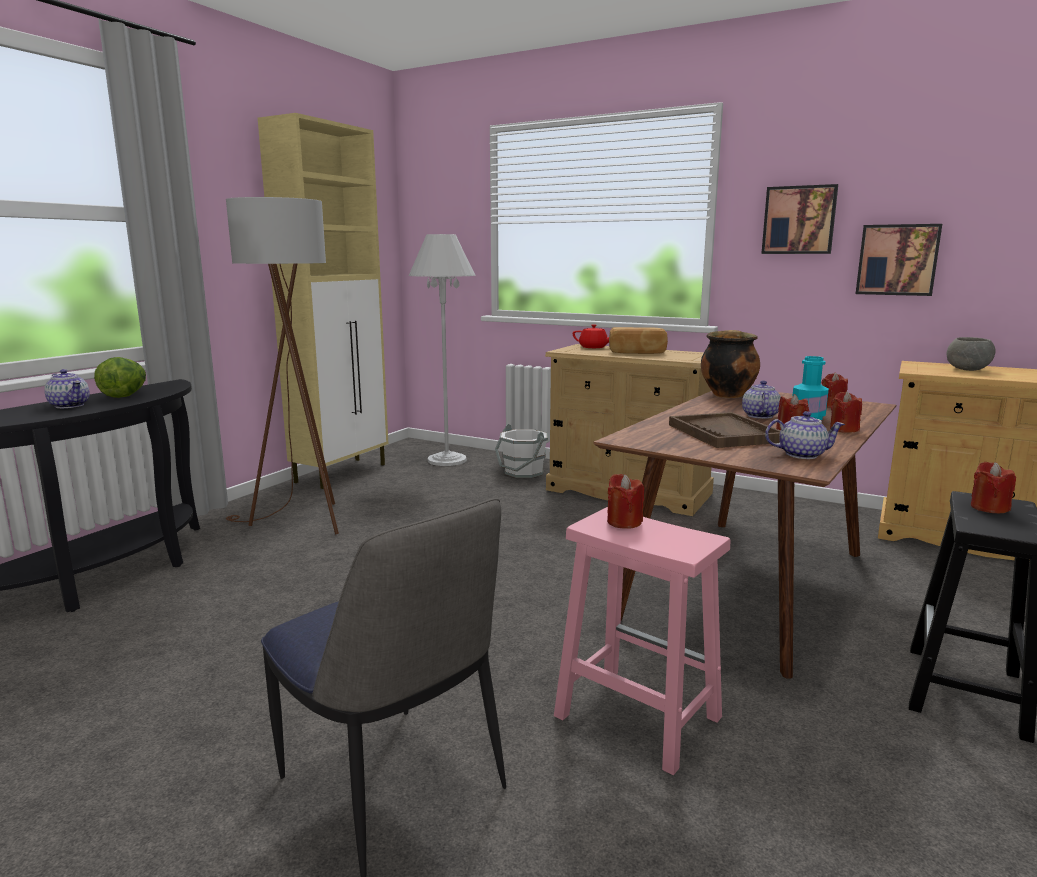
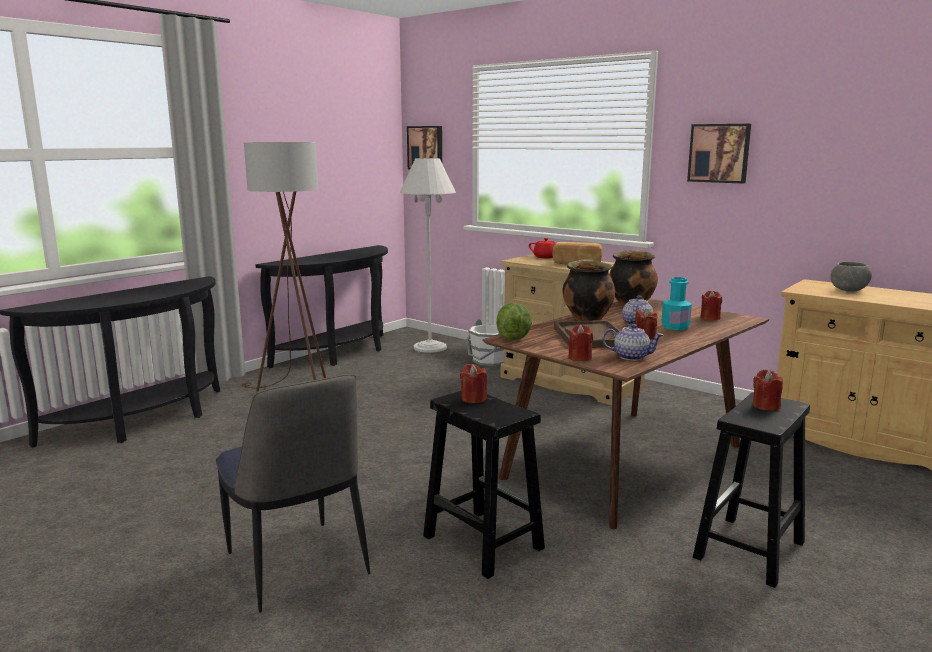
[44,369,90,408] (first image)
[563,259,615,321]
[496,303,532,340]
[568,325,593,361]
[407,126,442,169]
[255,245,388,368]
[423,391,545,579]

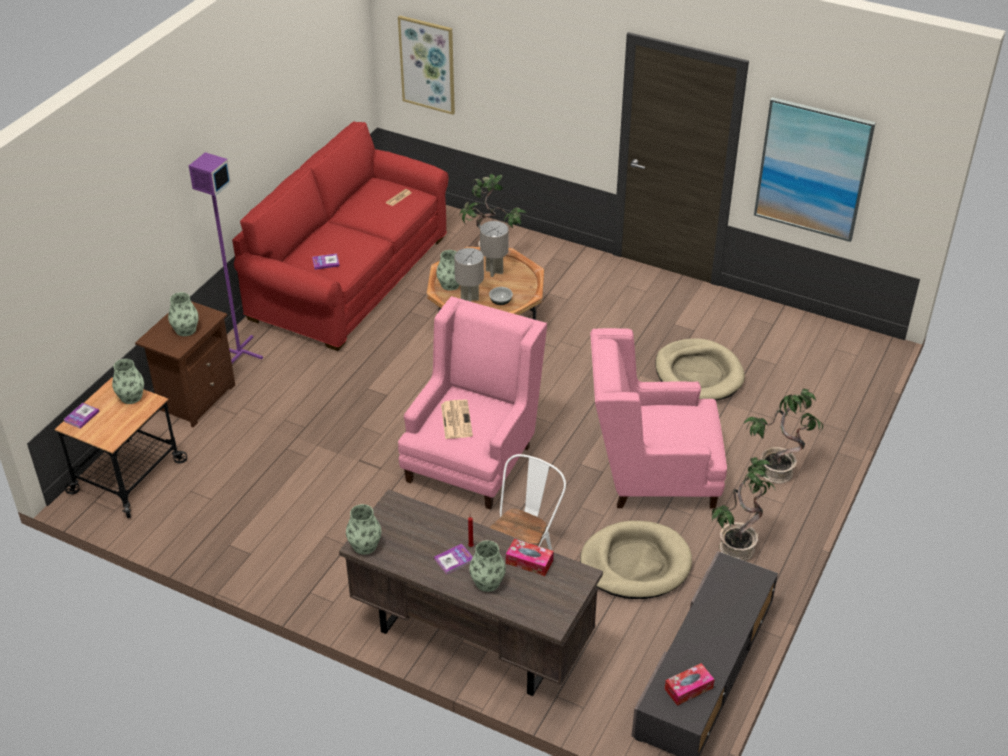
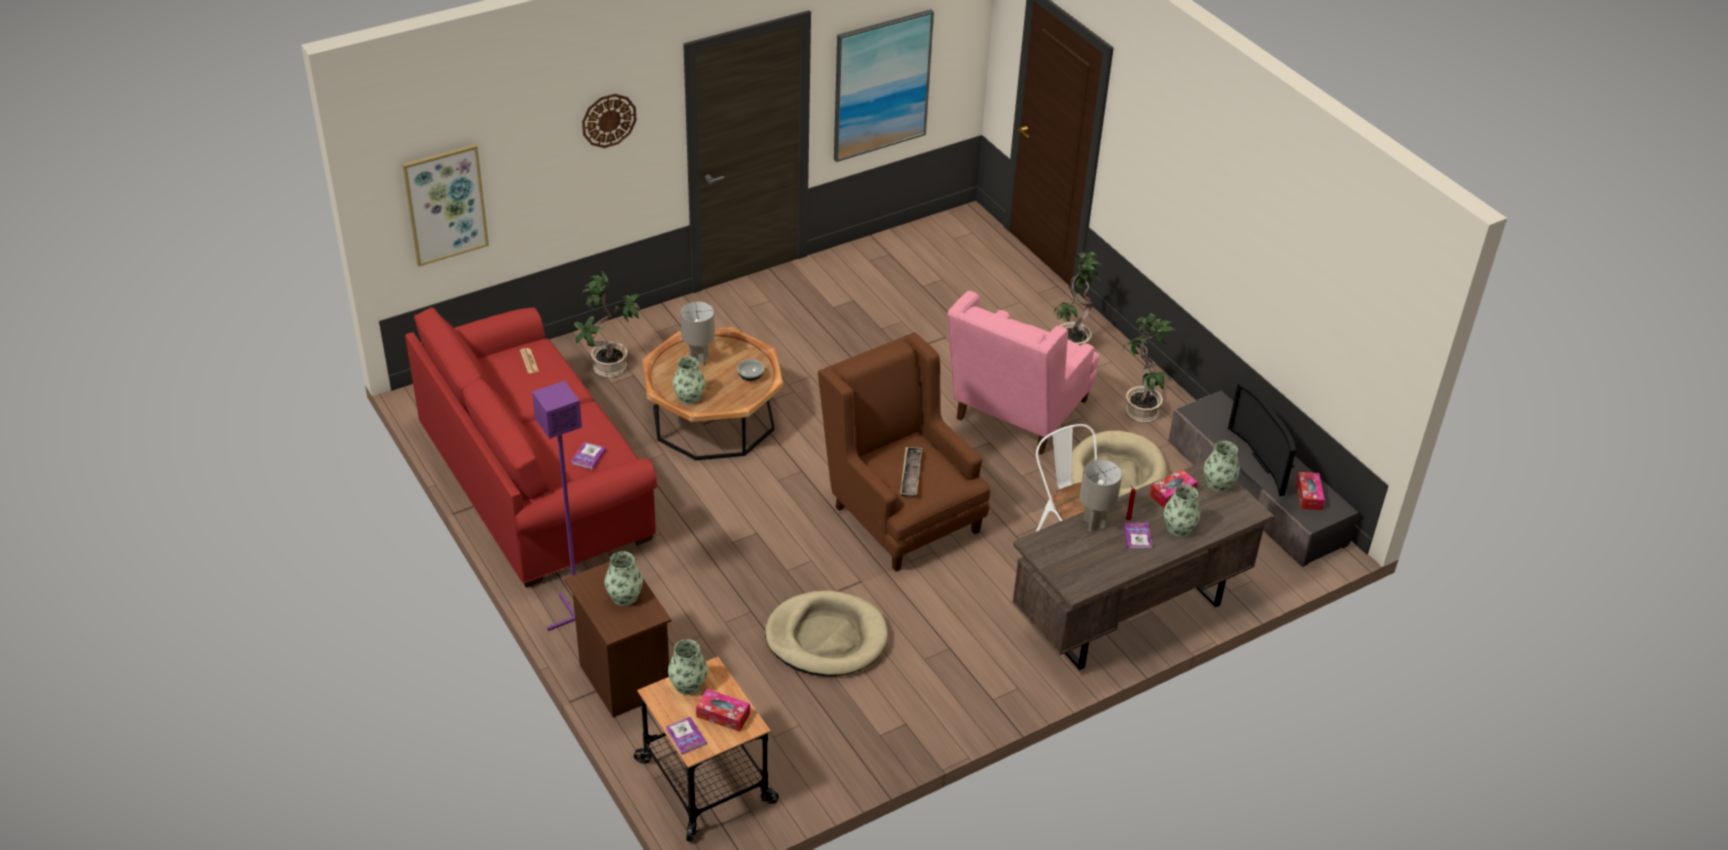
[582,94,637,148]
[696,689,750,732]
[1228,383,1296,496]
[1204,441,1240,492]
[1080,459,1122,531]
[765,590,888,676]
[900,447,922,497]
[818,332,991,572]

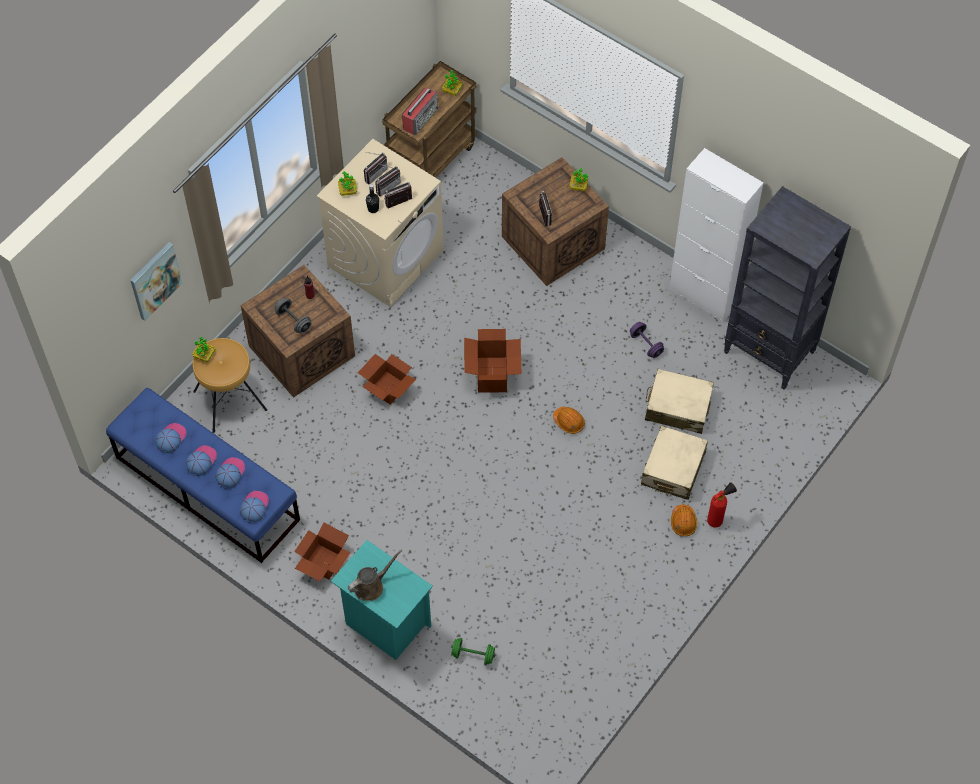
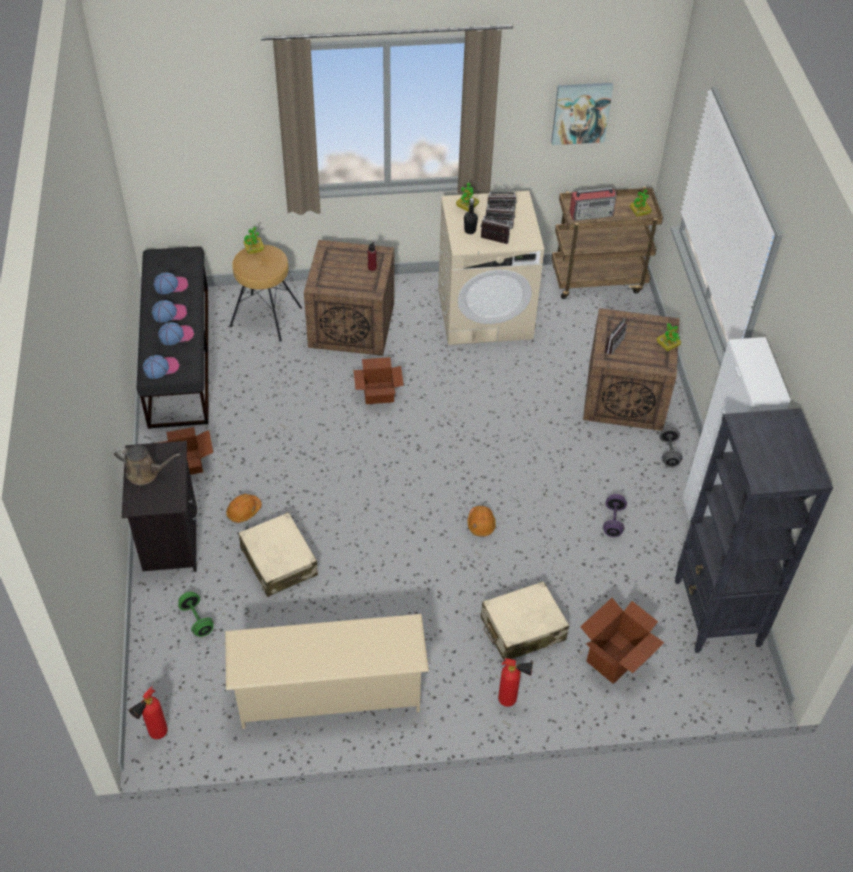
[129,687,168,739]
[225,614,429,729]
[551,83,614,145]
[659,426,683,467]
[580,598,664,684]
[238,512,318,597]
[226,494,262,523]
[137,246,209,429]
[122,441,197,572]

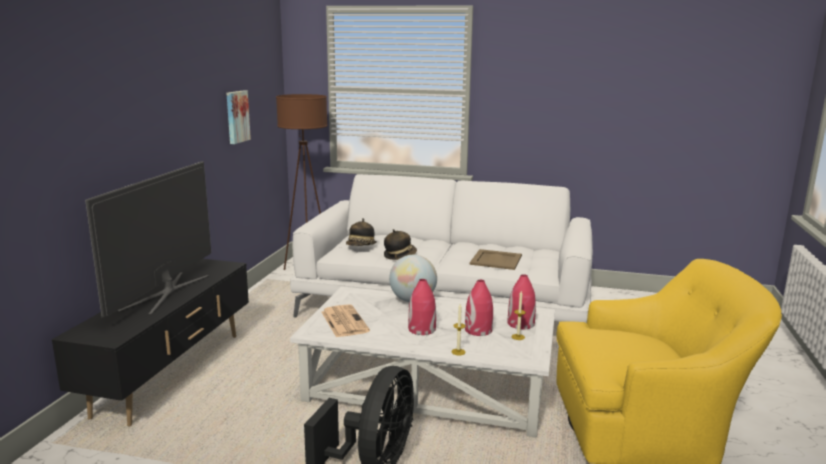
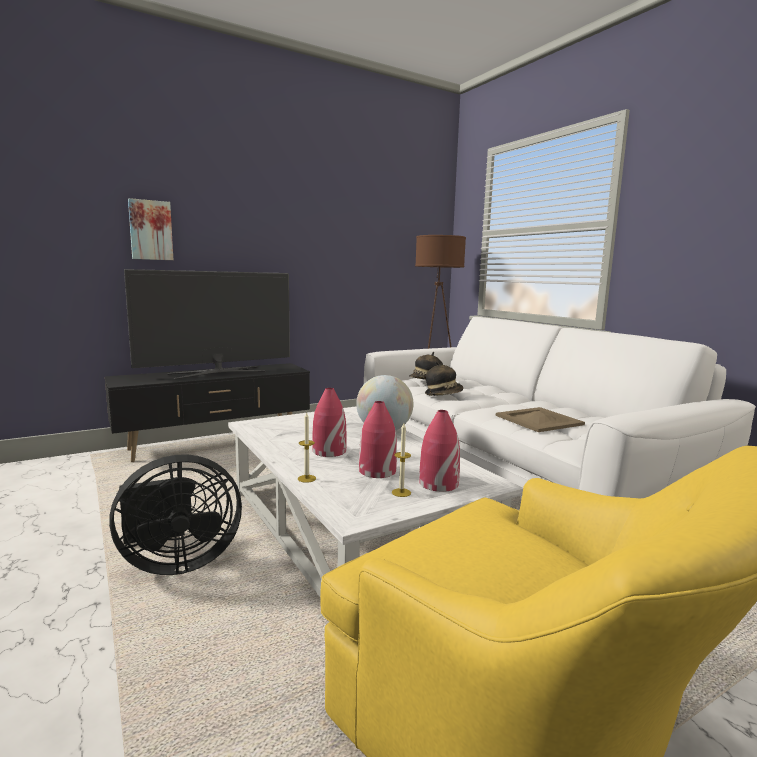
[322,304,370,337] (first image)
[128,198,173,260]

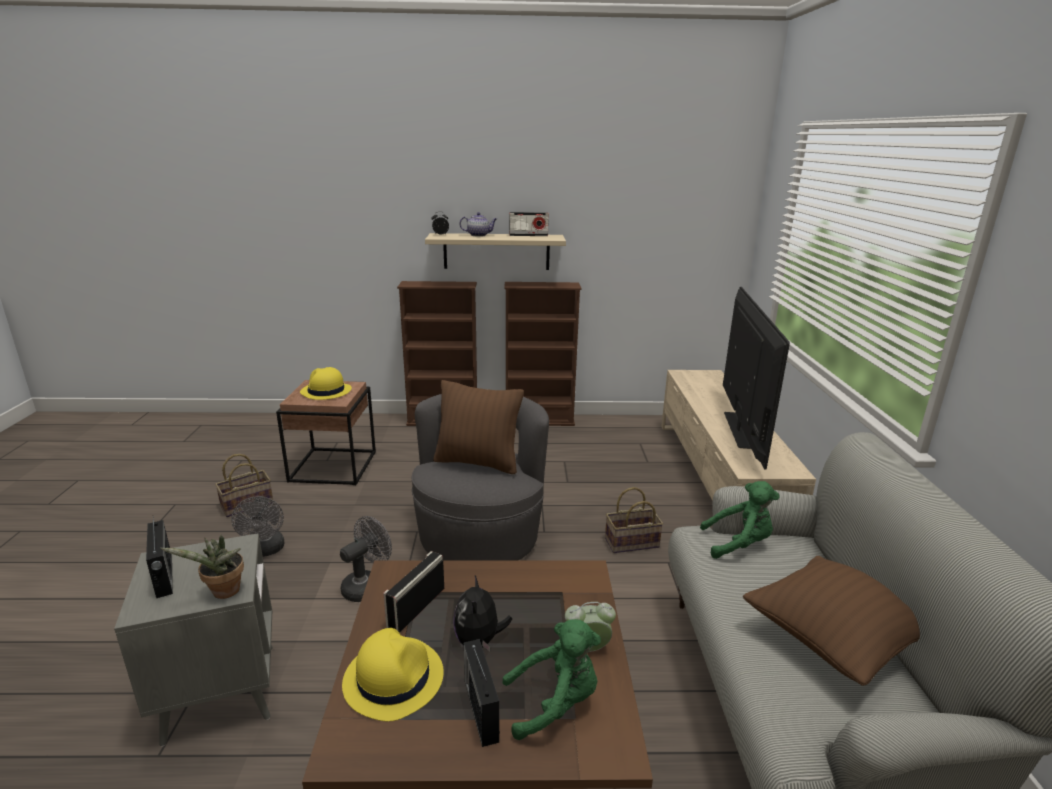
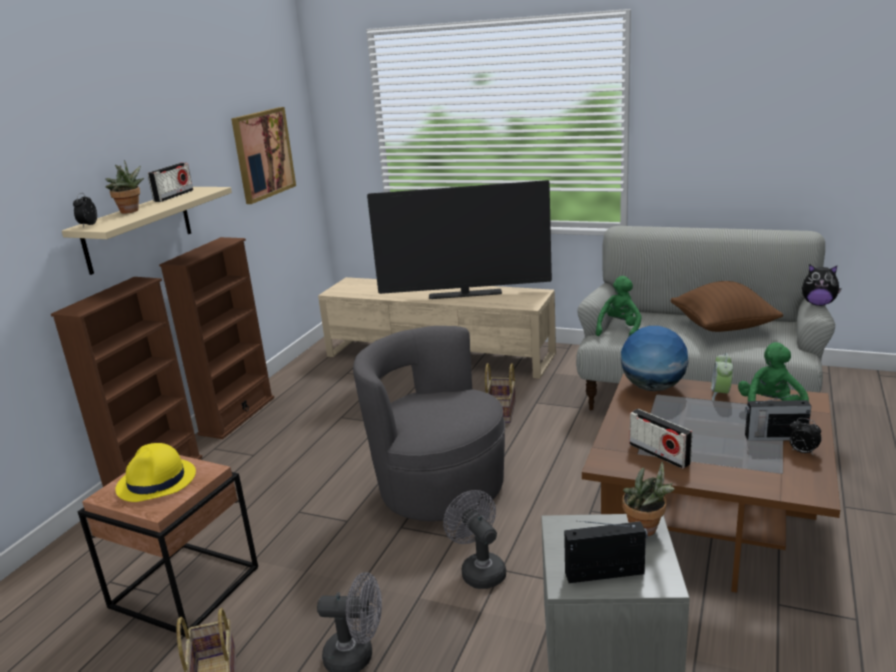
[342,628,444,721] (first image)
[433,380,524,474] (first image)
[231,107,296,204]
[621,326,689,391]
[790,418,822,456]
[802,264,842,306]
[105,160,144,214]
[367,180,552,299]

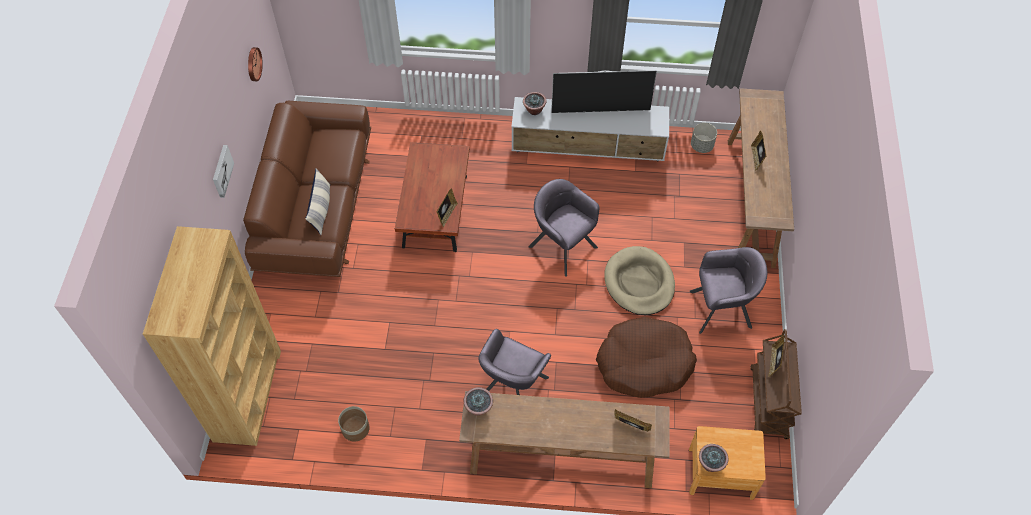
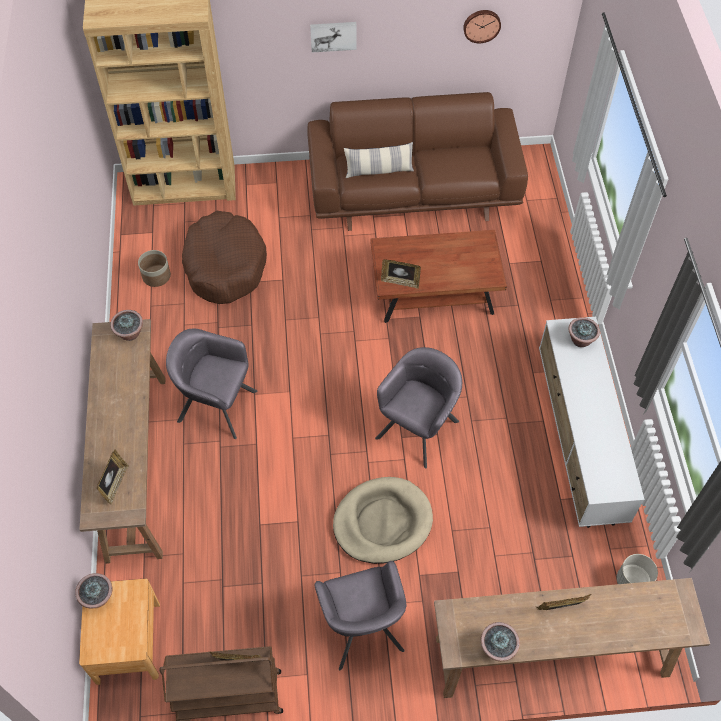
[551,70,657,113] (first image)
[481,622,520,661]
[182,211,267,304]

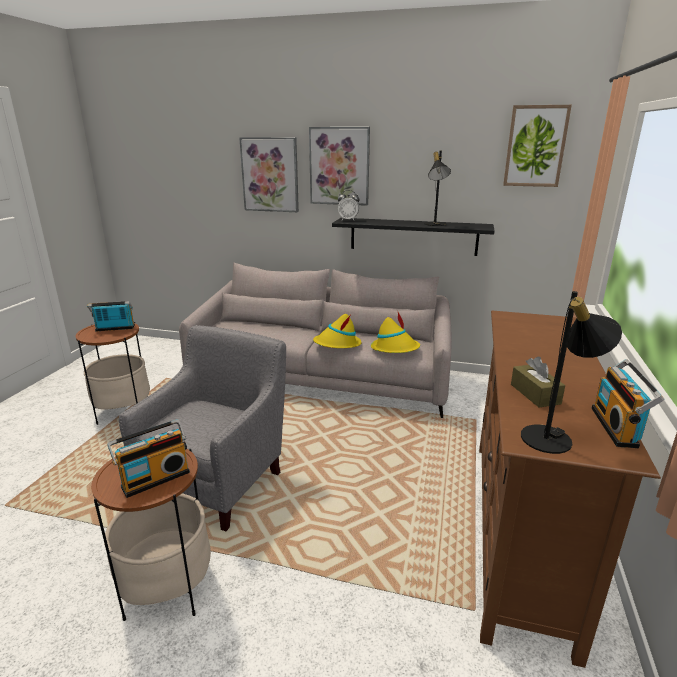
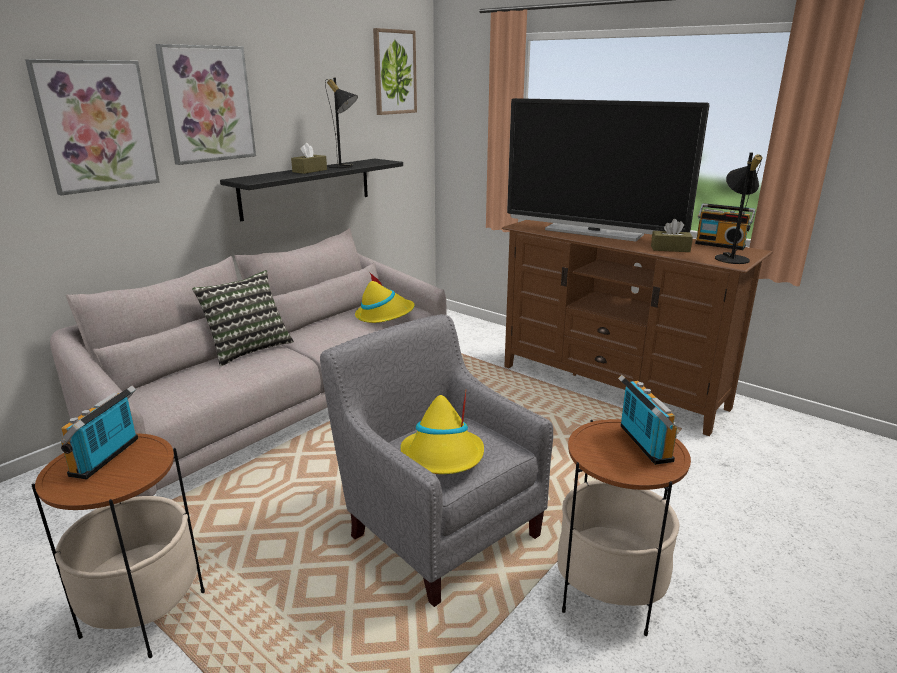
[338,190,360,220] (first image)
[192,270,294,366]
[291,143,327,174]
[507,98,710,241]
[400,391,484,474]

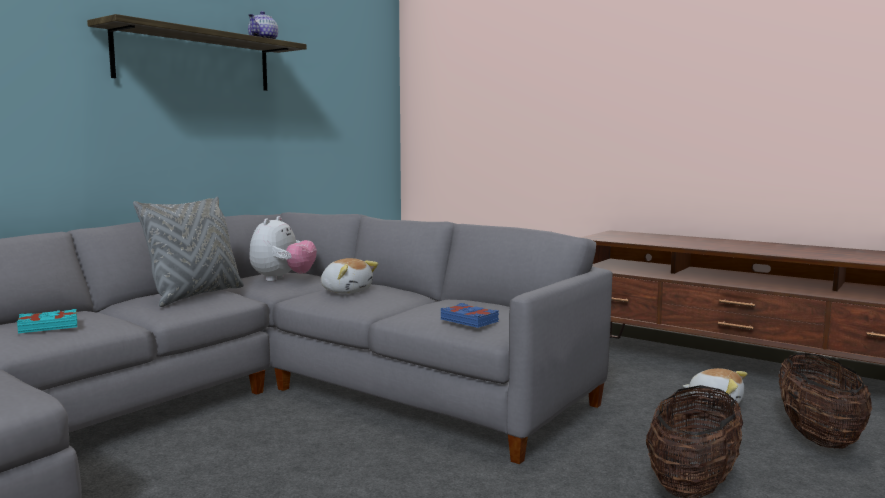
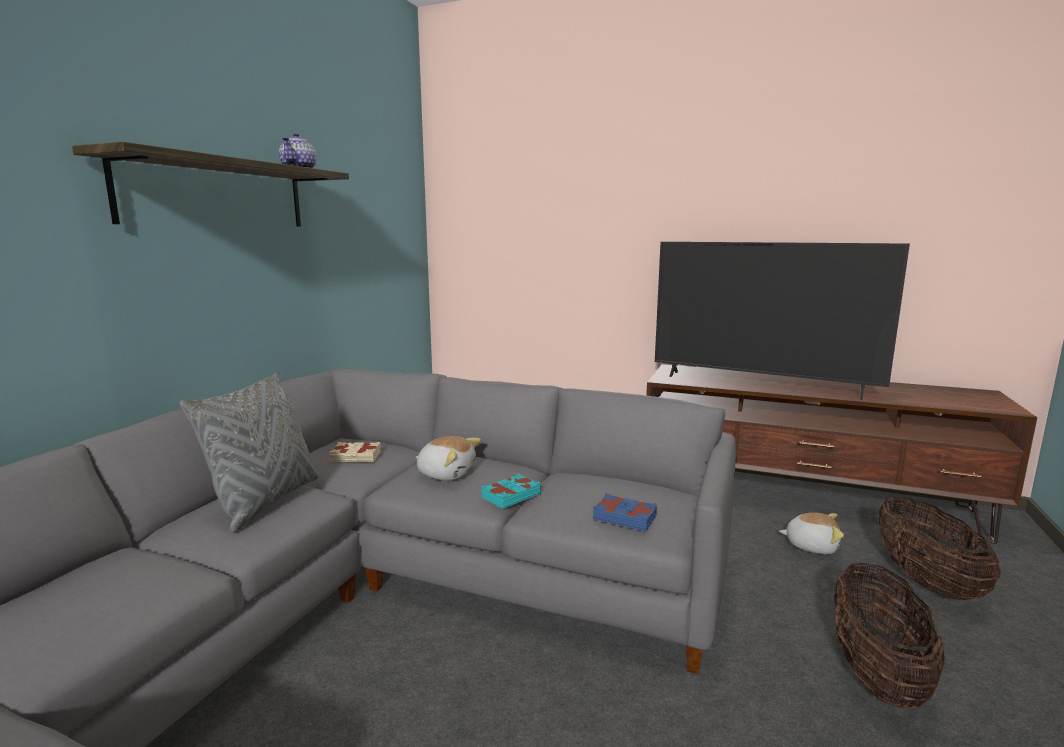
[655,242,910,400]
[481,473,541,509]
[329,442,381,462]

